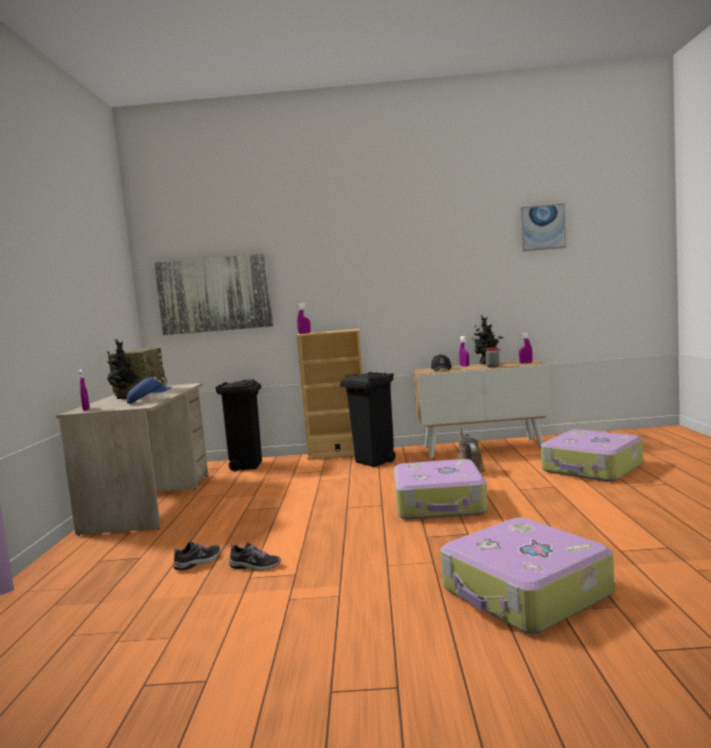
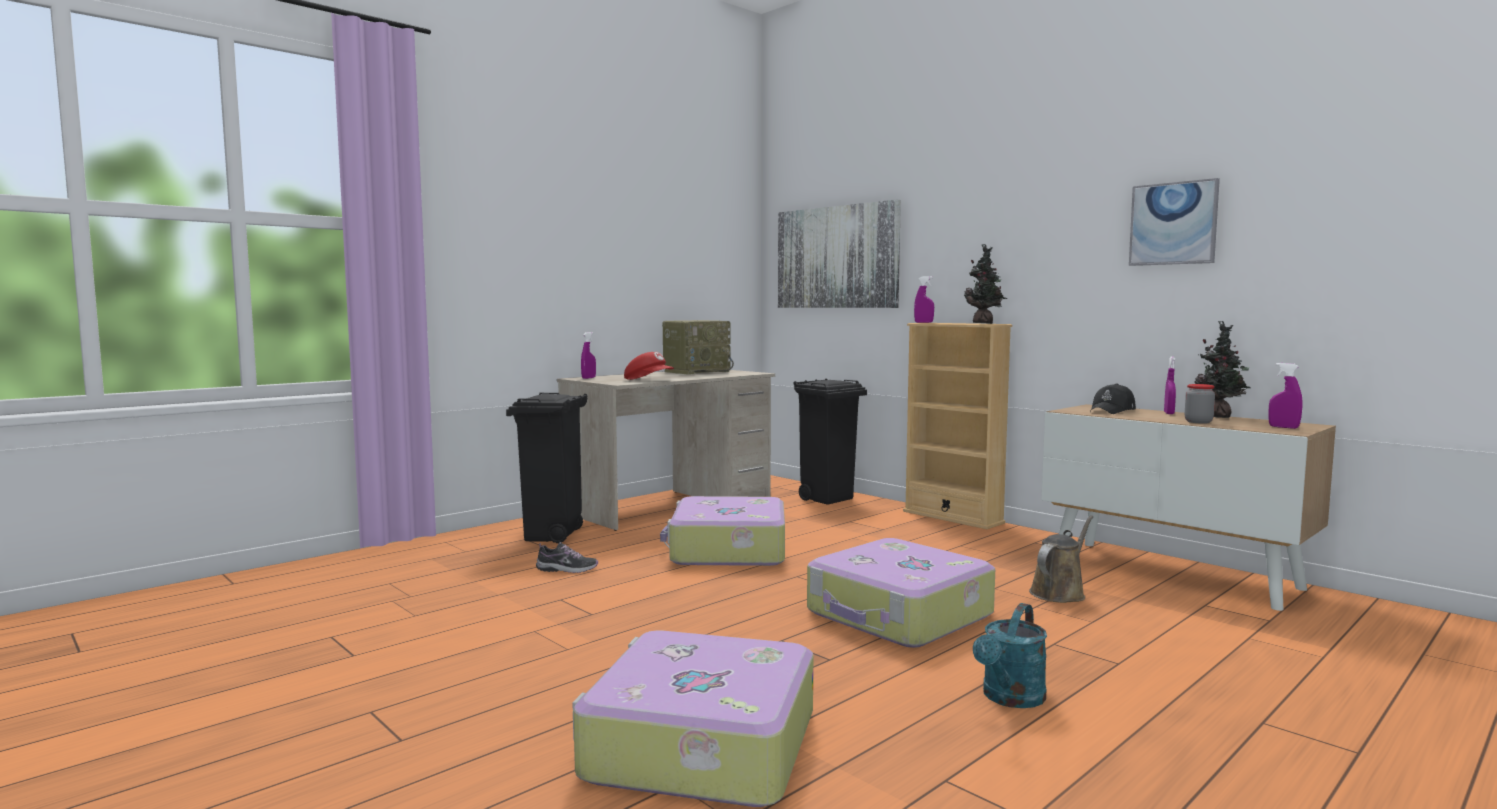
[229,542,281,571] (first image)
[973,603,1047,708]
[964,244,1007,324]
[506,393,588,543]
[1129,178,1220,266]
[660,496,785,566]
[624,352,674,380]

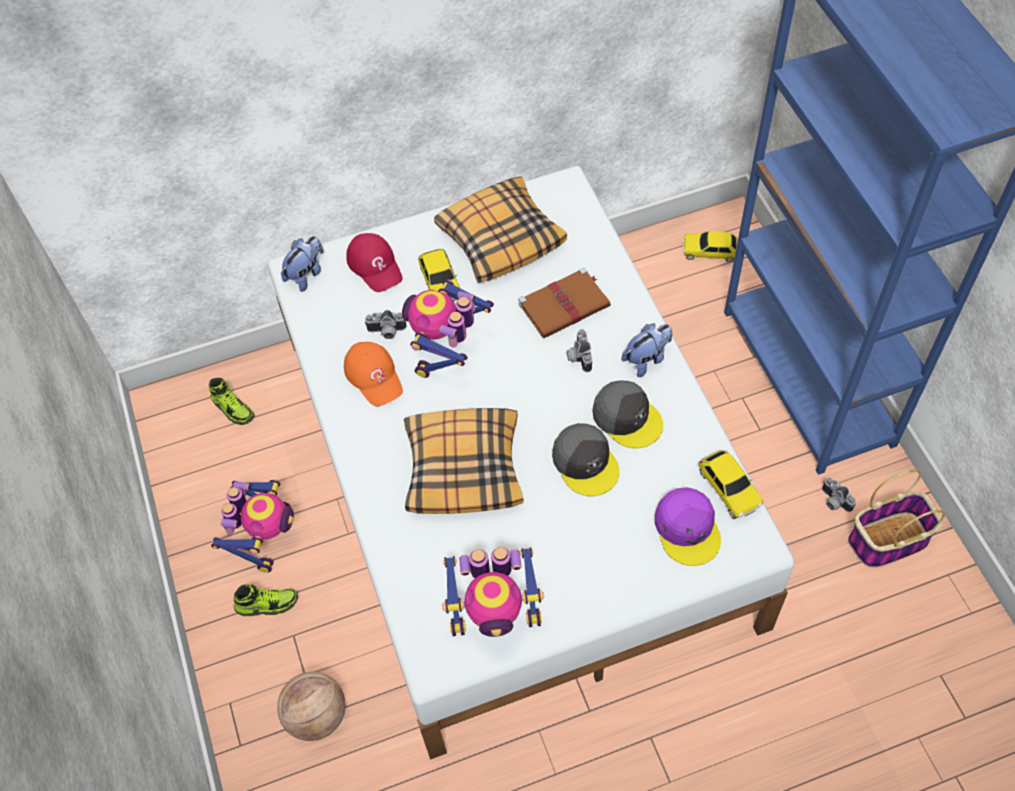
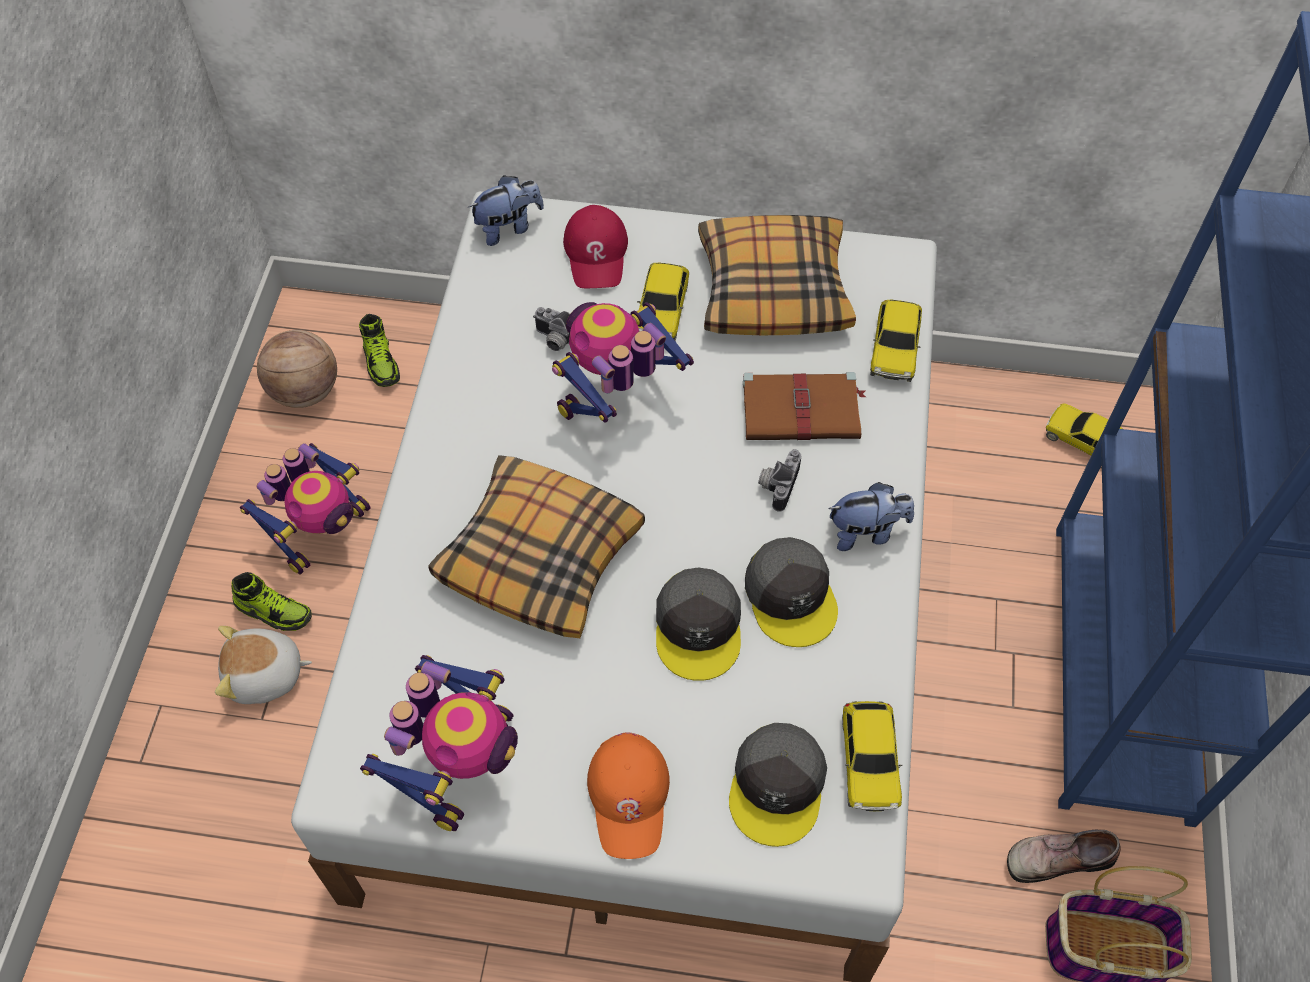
[215,626,312,704]
[870,300,922,382]
[257,330,337,408]
[587,732,670,859]
[1007,830,1121,883]
[729,723,827,847]
[360,655,518,831]

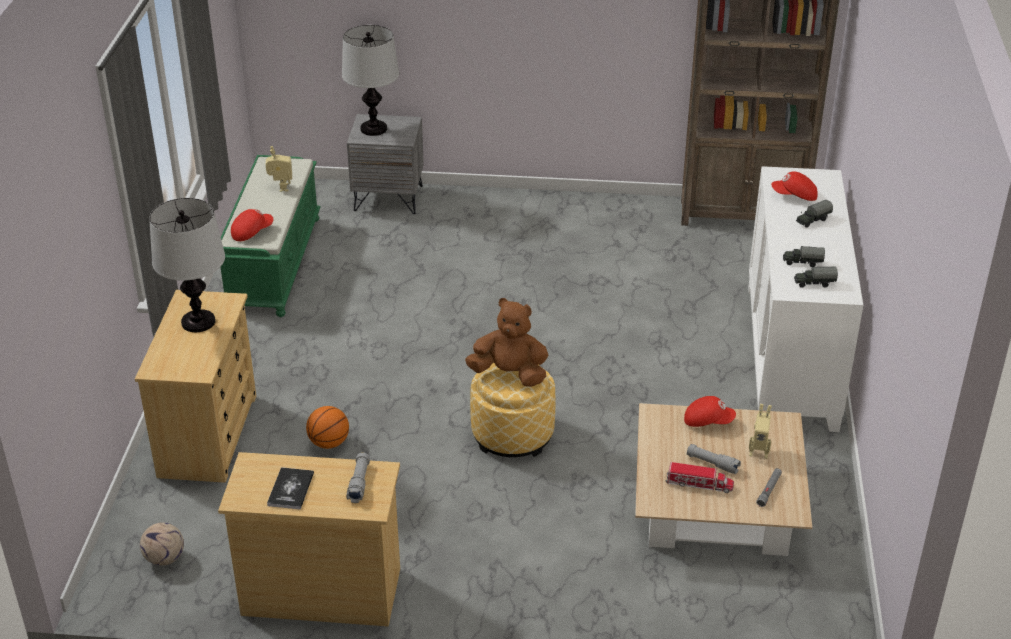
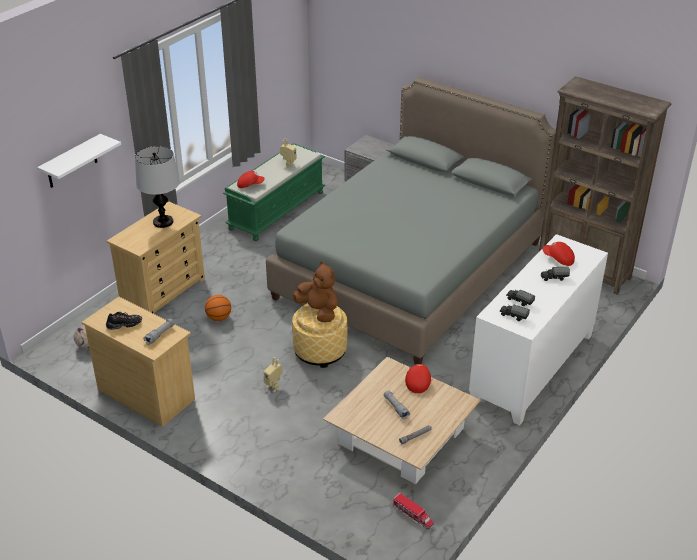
[342,25,399,136] (first image)
[37,134,121,188]
[266,77,556,365]
[393,493,434,529]
[264,357,283,392]
[106,312,142,330]
[405,364,431,393]

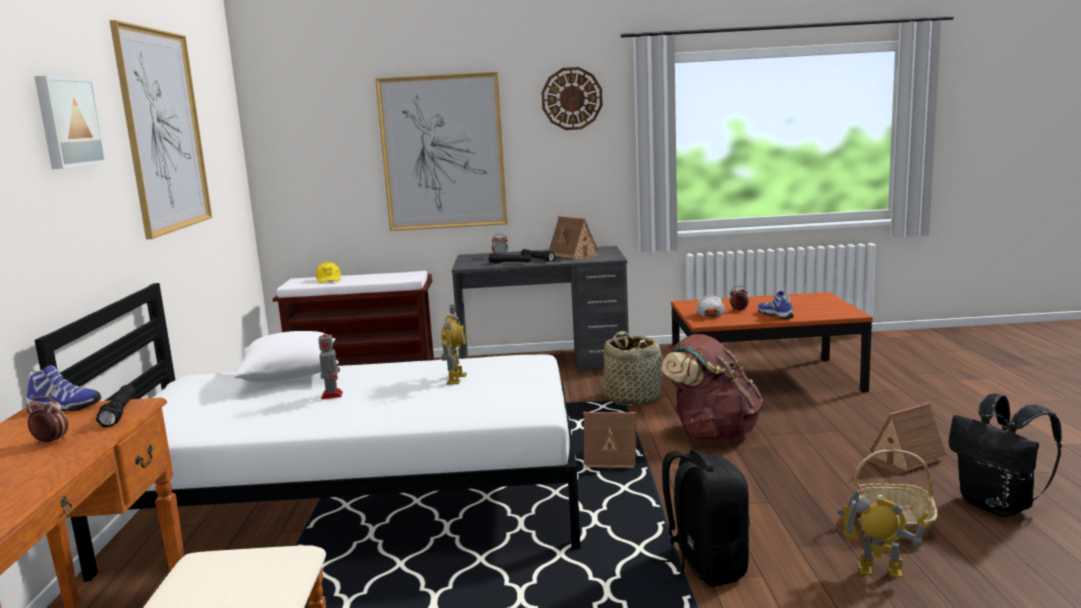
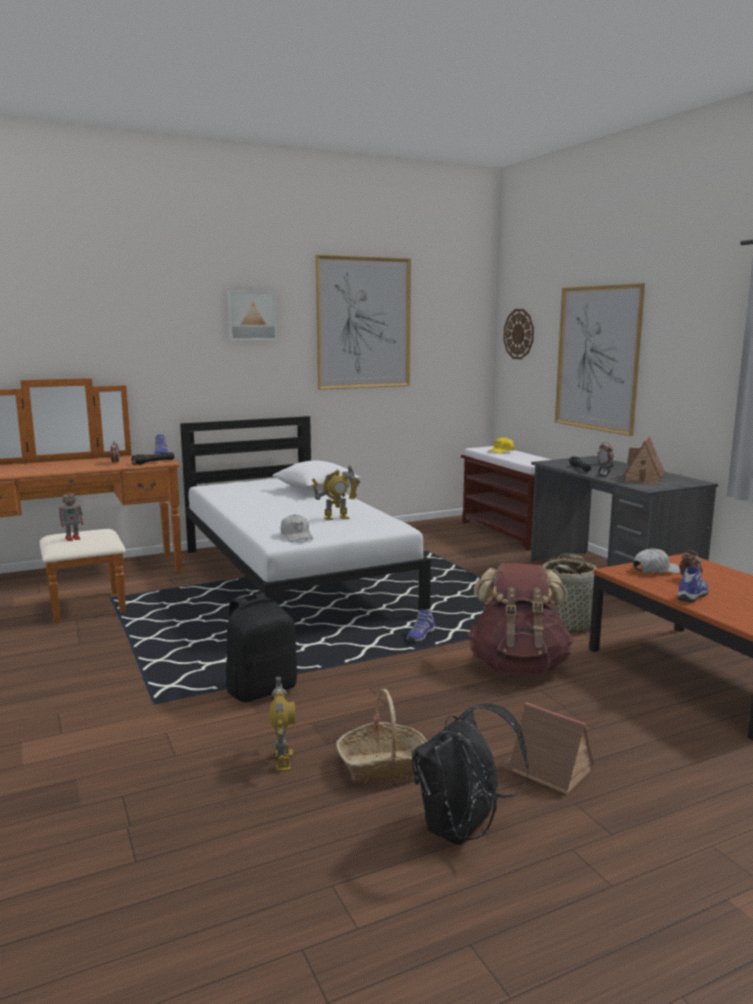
[281,514,313,542]
[59,489,83,541]
[503,309,534,359]
[407,609,435,643]

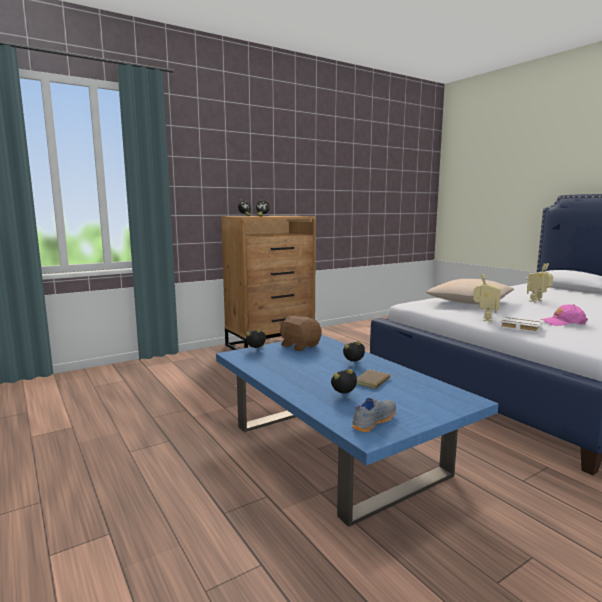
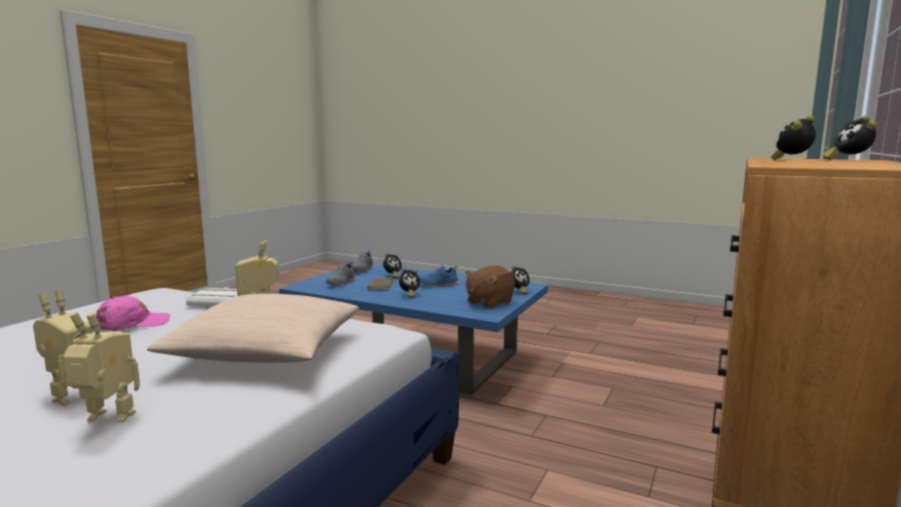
[63,312,140,423]
[327,261,355,285]
[419,265,458,287]
[465,266,515,308]

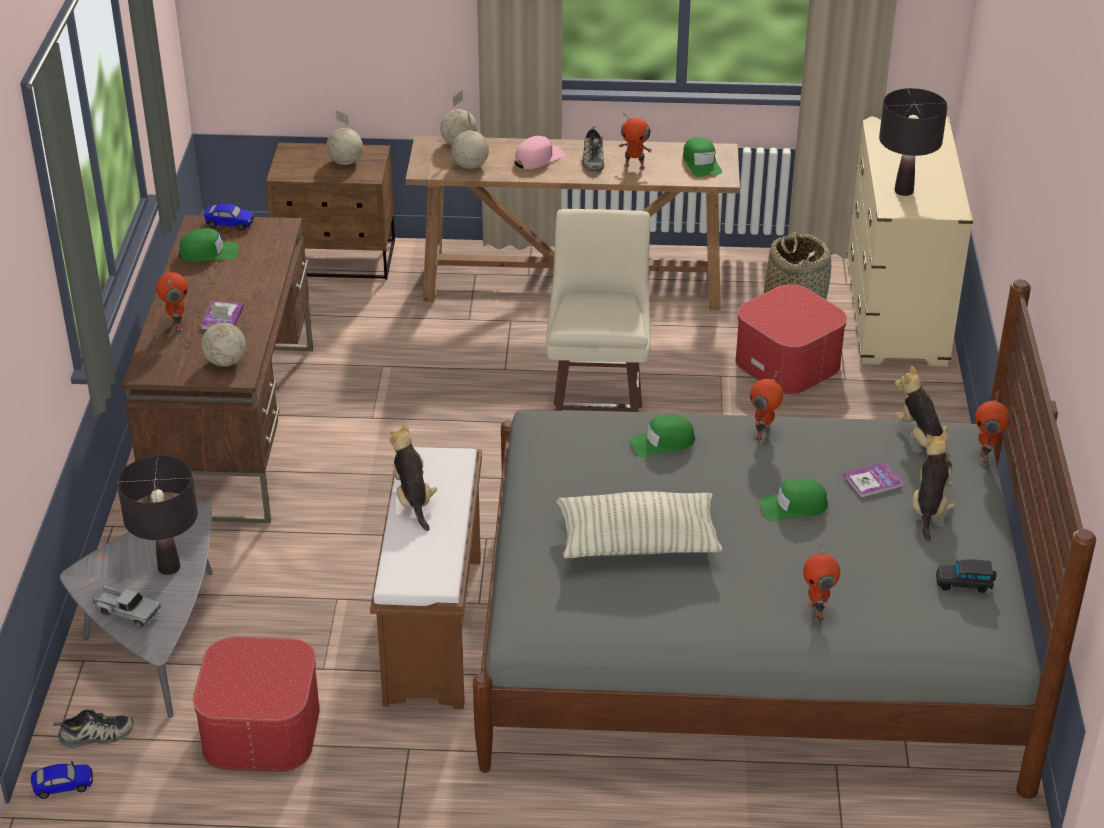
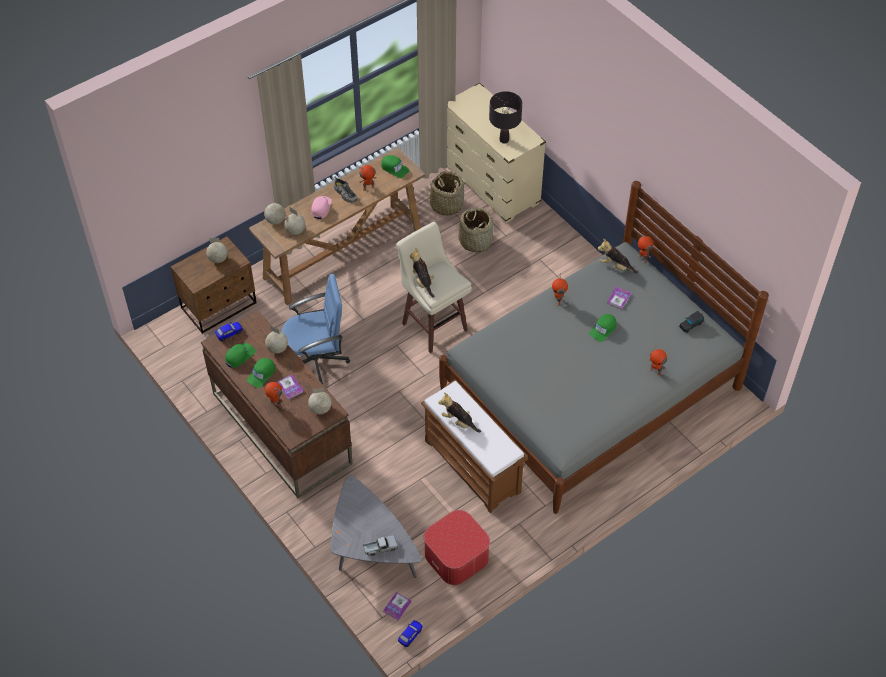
[117,455,198,575] (first image)
[556,491,722,558] (first image)
[265,326,288,353]
[281,274,350,384]
[247,358,275,388]
[410,248,435,298]
[383,592,412,620]
[458,208,494,253]

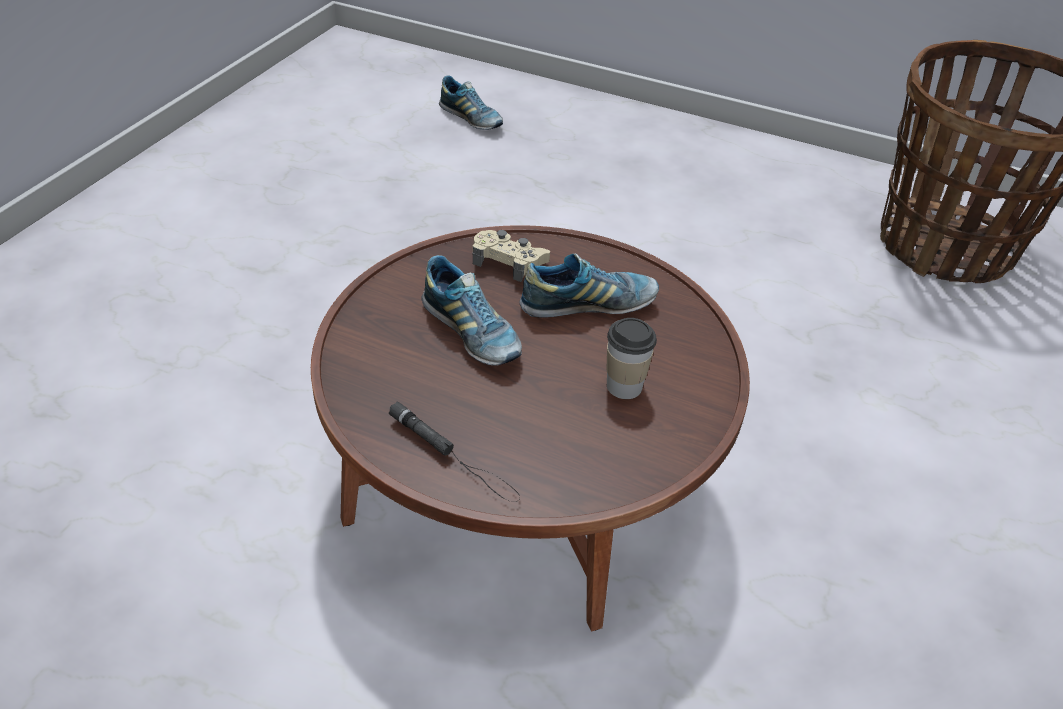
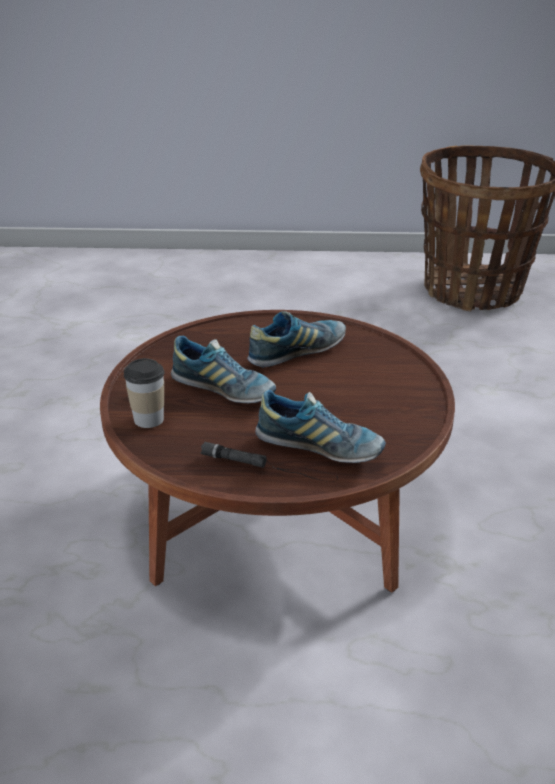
[472,230,550,282] (first image)
[256,390,386,463]
[124,358,164,428]

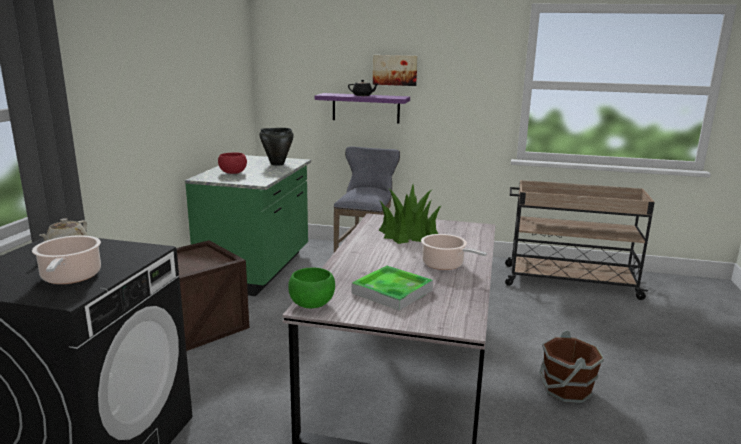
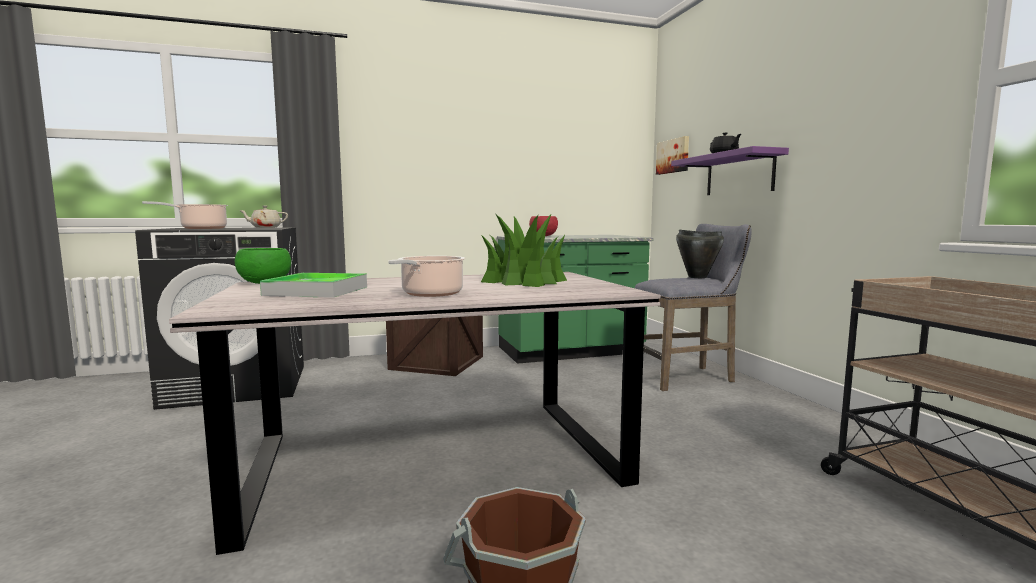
[676,230,724,278]
[656,136,689,175]

